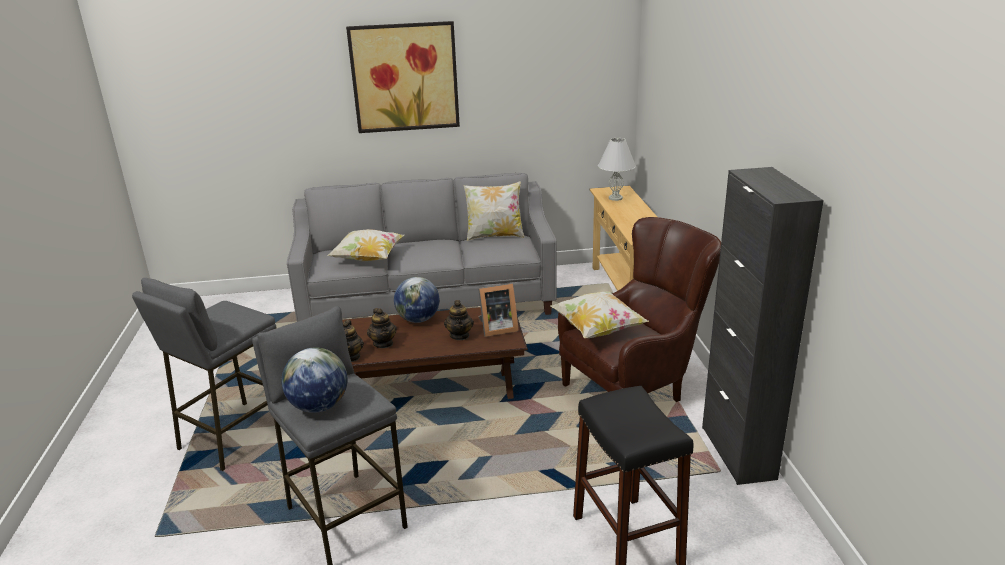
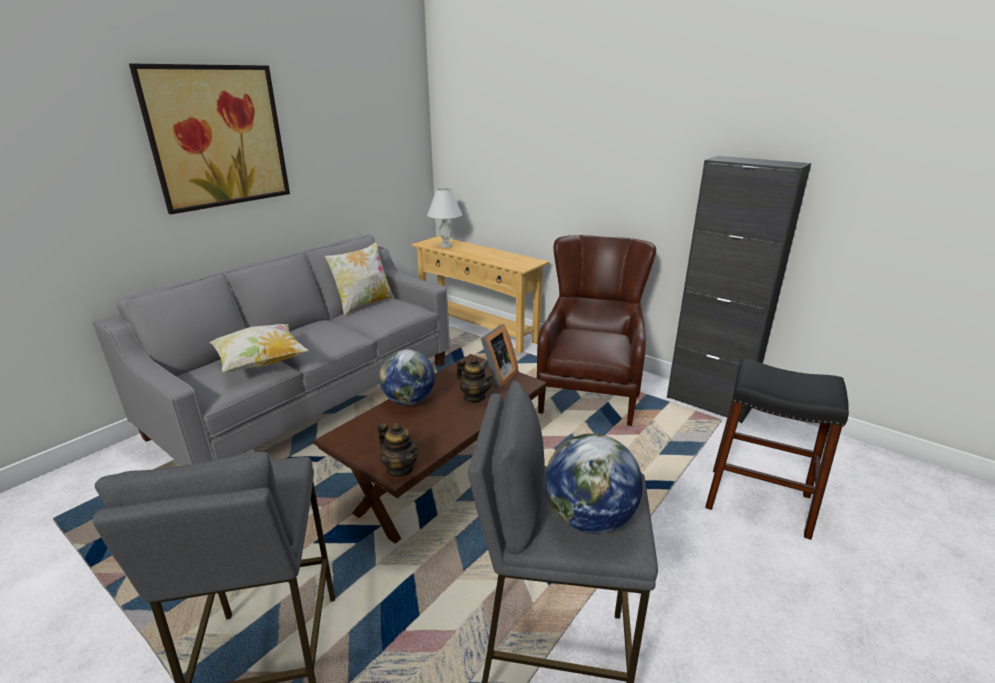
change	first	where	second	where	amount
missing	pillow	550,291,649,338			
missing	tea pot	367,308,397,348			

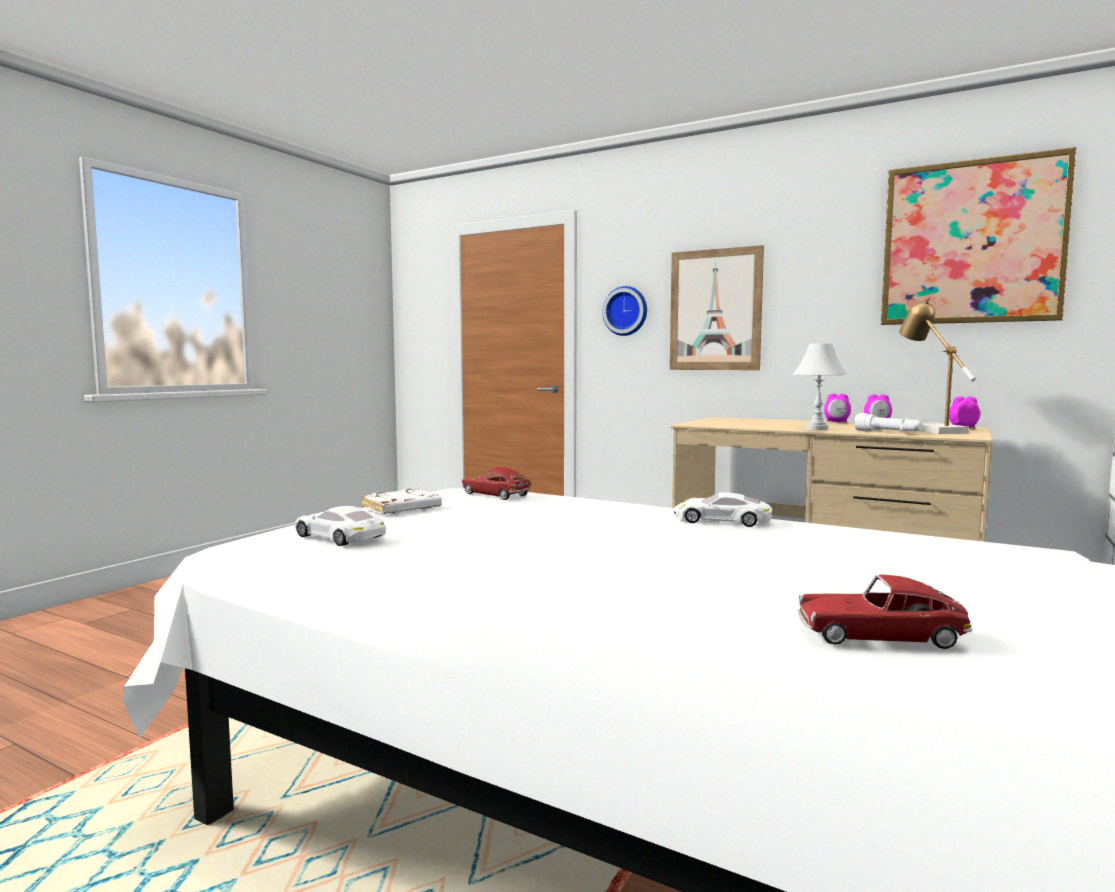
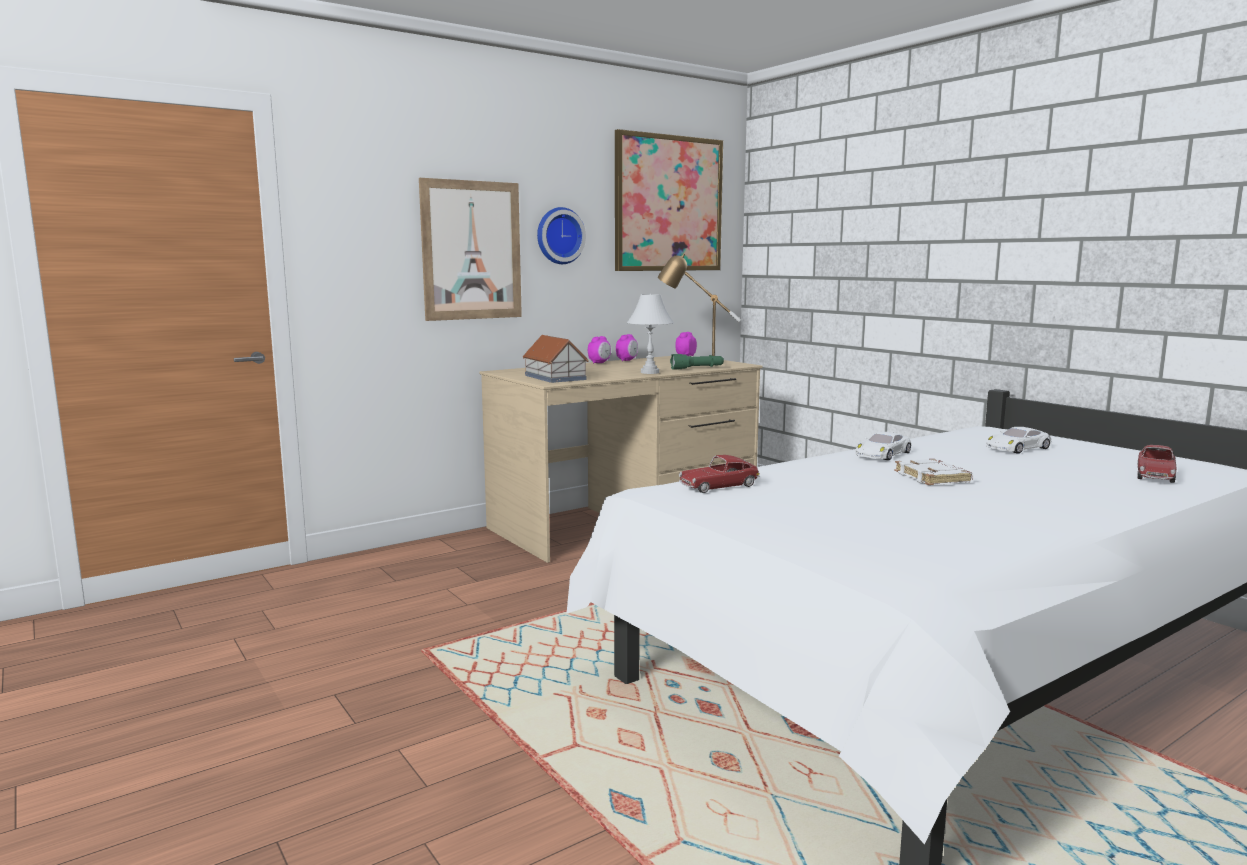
change	first	where	second	where	amount
relocated	wall clock	602,286,647,336		537,207,586,264	
colour	torch in white-coloured	854,413,922,432	torch in green-coloured	670,354,724,370	
relocated	bound book in white-coloured	361,489,442,514		894,459,973,485	
relocated	miniature car in white-coloured	295,506,386,546		986,427,1051,454	
appeared			model house	523,335,588,383	

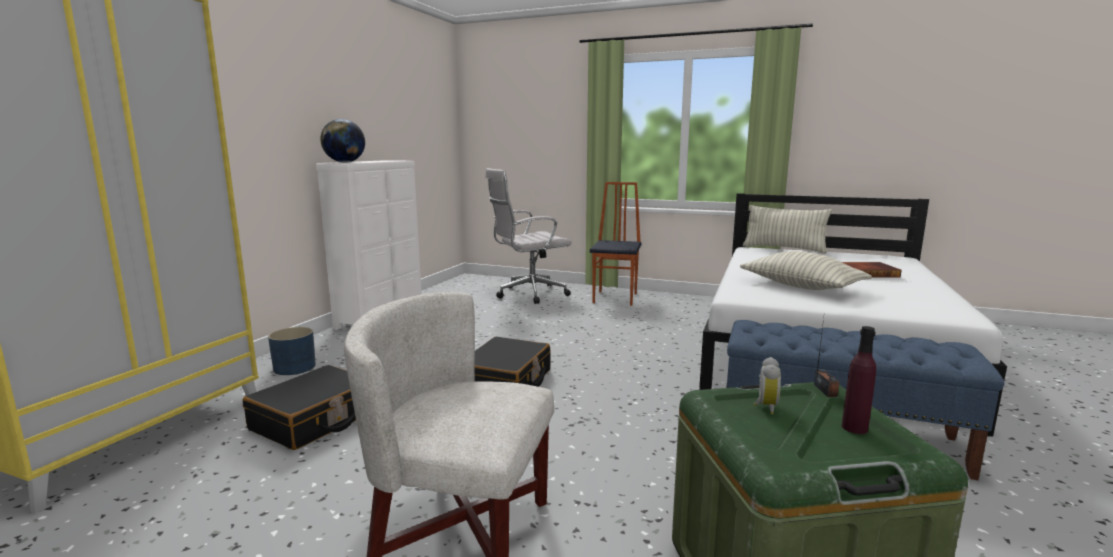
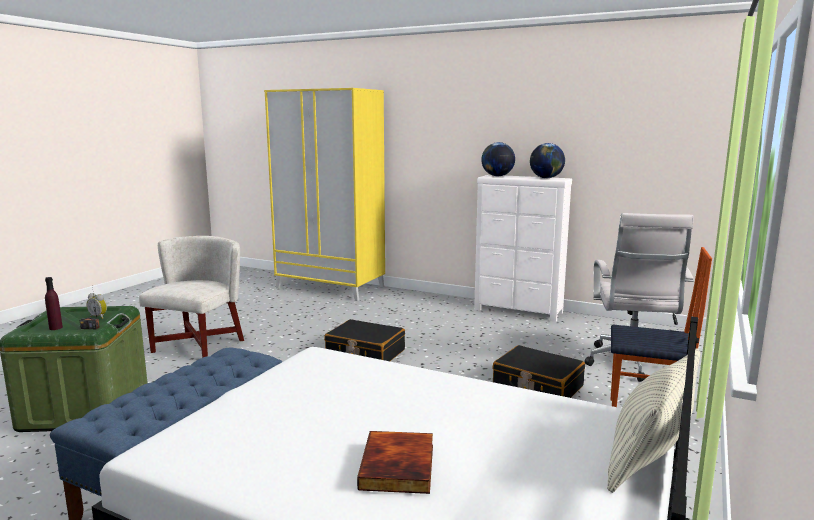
change	first	where	second	where	amount
spun	computer chair in white-coloured	485,168,572,304		585,213,694,382	150 degrees counterclockwise
missing	pillow	740,251,872,290			
missing	plant pot in blue	268,327,316,375			
relocated	piece of luggage in black-coloured	243,365,356,450		493,345,585,398	
appeared			globe	530,143,565,178	

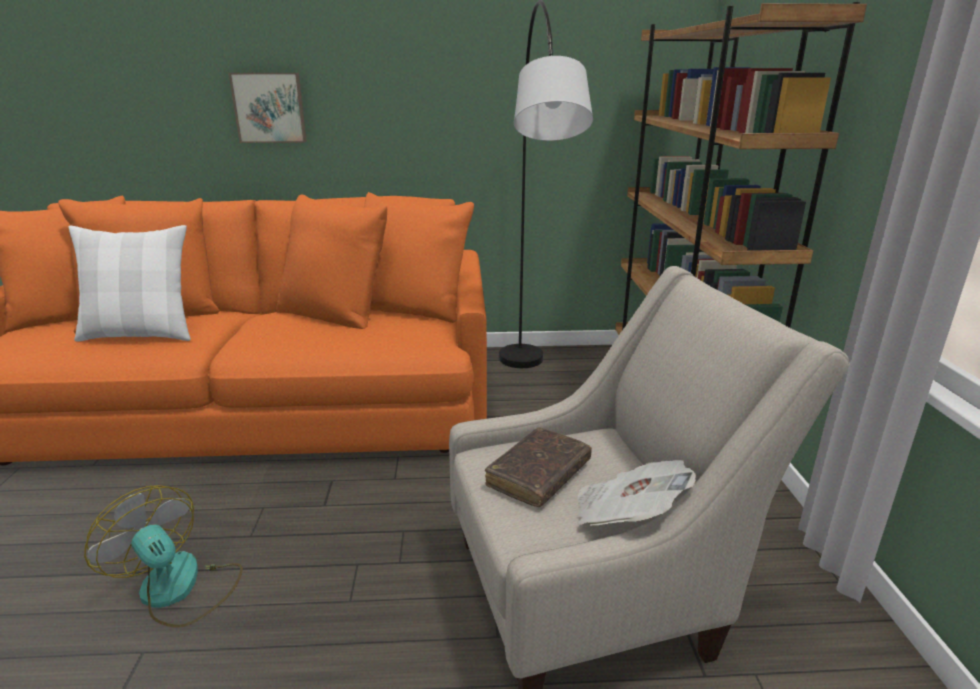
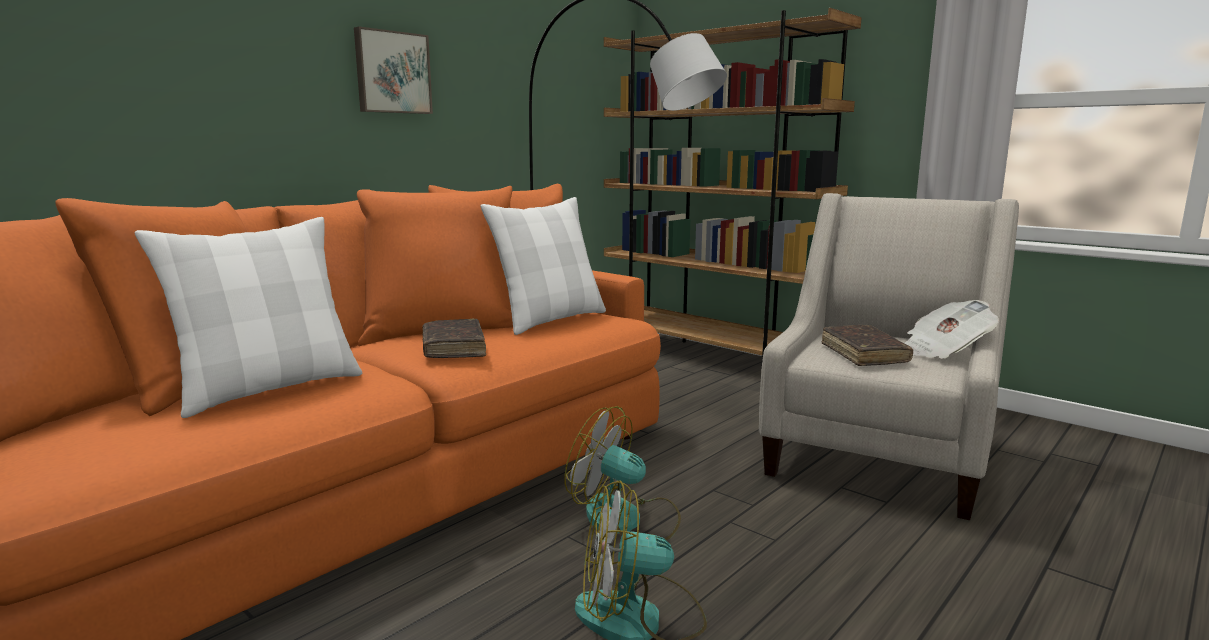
change	first	where	second	where	amount
relocated	wall picture	229,73,307,143		354,26,433,114	
appeared			pillow in white-coloured	480,197,606,335	
appeared			bound book in brown	422,318,486,358	
appeared			fan	564,406,681,541	

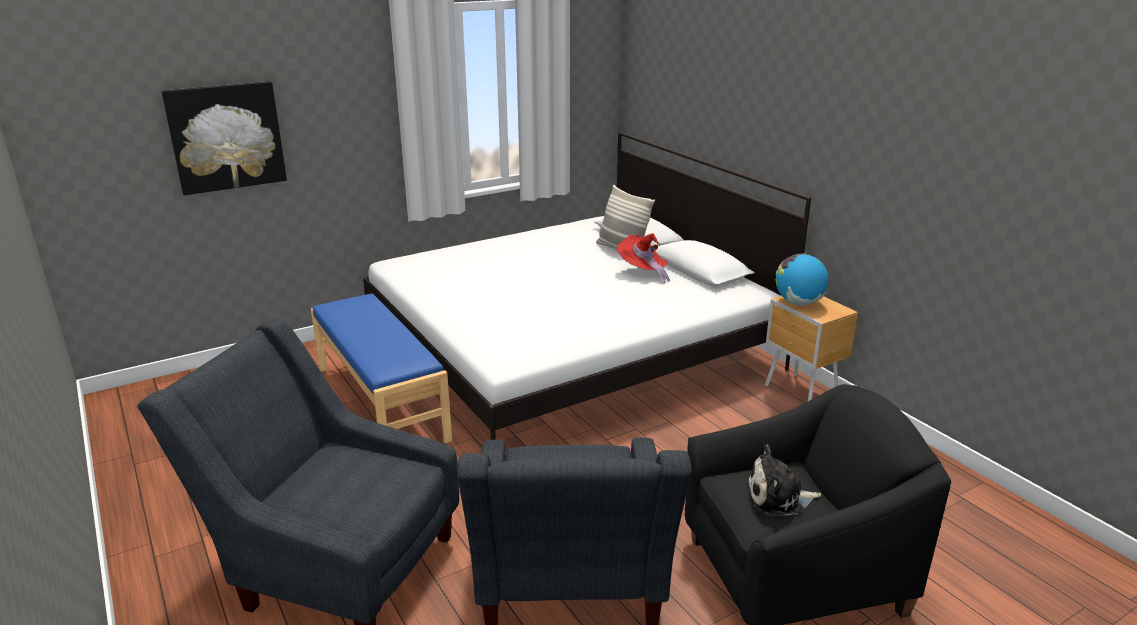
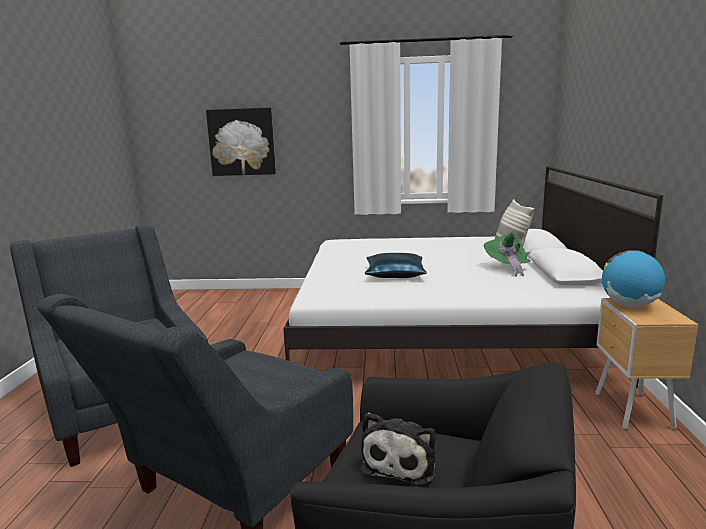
change	first	where	second	where	amount
colour	wearable hat in red-coloured	617,233,670,283	wearable hat in green-coloured	484,231,531,277	
missing	long seat in blue	311,294,452,443			
spun	cuddly toy	746,444,821,516		361,412,436,486	105 degrees counterclockwise
appeared			pillow in blue	365,253,427,278	

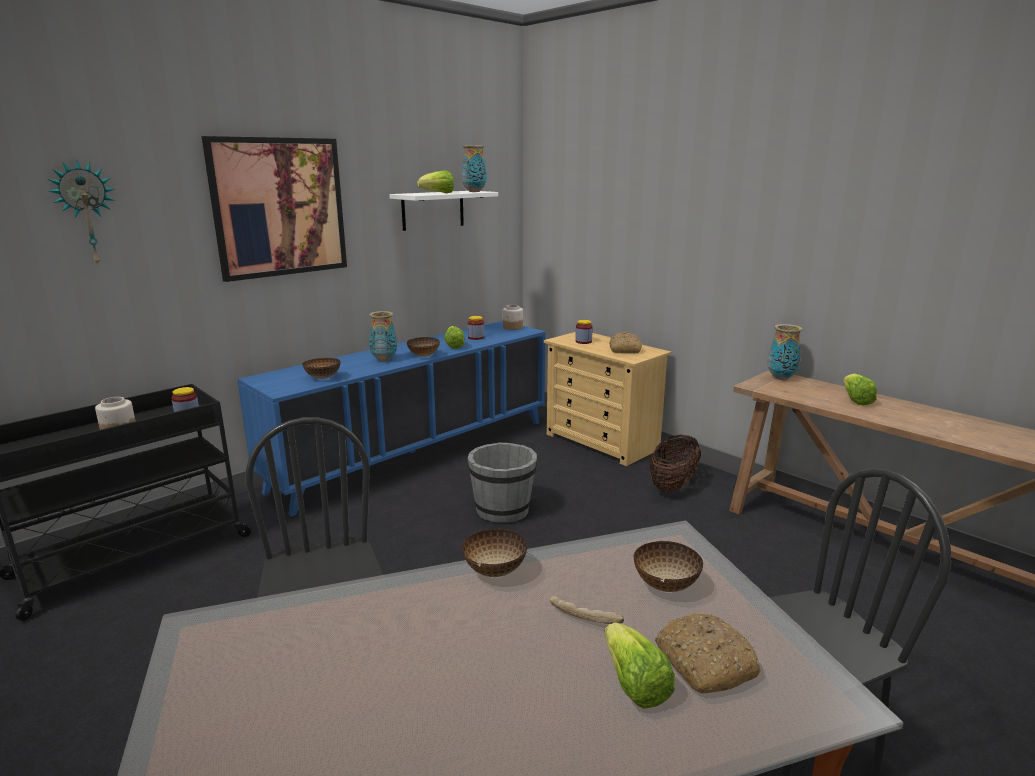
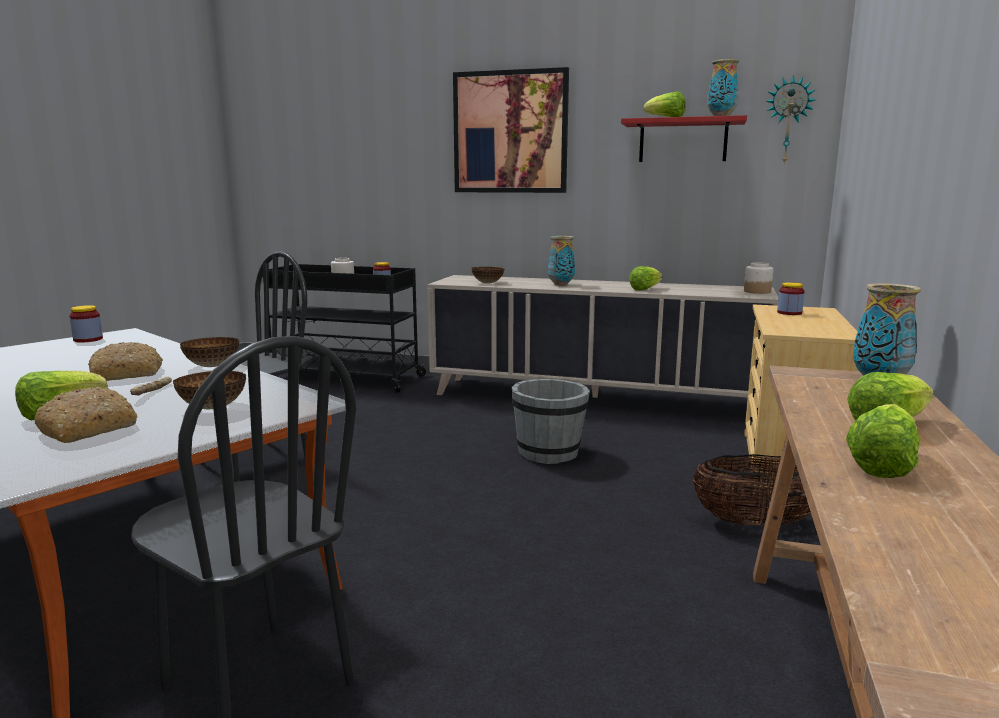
change	first	where	second	where	amount
relocated	wall clock	48,159,115,266		766,75,816,165	
colour	shelf in white-coloured	389,191,498,231	shelf in red-coloured	621,115,747,162	
relocated	preserve jar	468,316,484,340		69,305,103,343	
colour	cabinet in blue	237,321,545,517	cabinet in beige	427,275,779,398	
relocated	bakery bread	609,332,642,353		89,342,163,381	
missing	serving bowl	407,337,440,357			
appeared			lettuce	846,404,920,478	

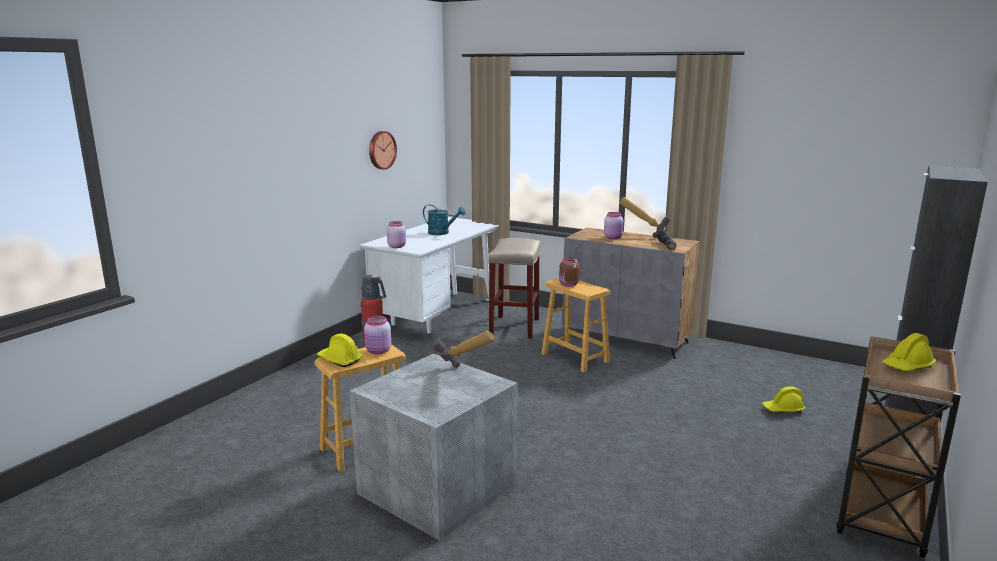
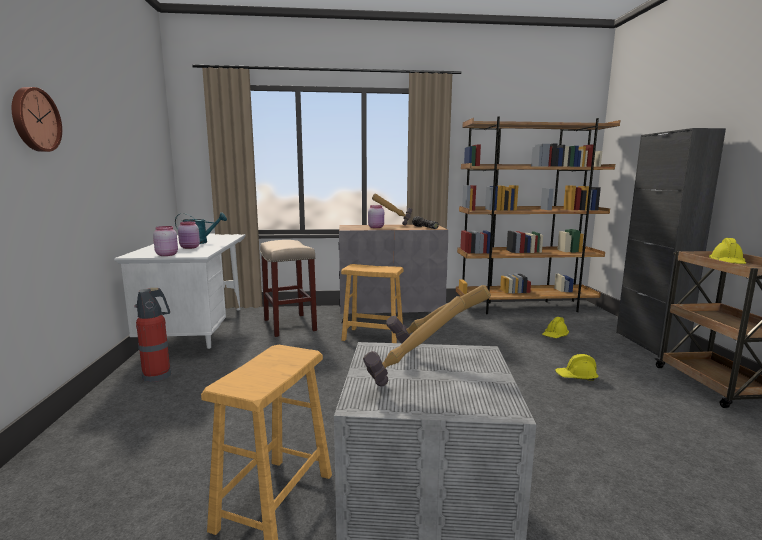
change	first	where	second	where	amount
relocated	wall clock	369,131,397,170		12,87,62,152	
missing	preserve jar in brown	559,258,580,287			
relocated	preserve jar in pinkish	364,316,391,354		178,221,200,249	
relocated	work helmet in yellow	317,334,363,367		555,354,598,381	
appeared			shelving unit in brown	456,116,620,314	
appeared			hand hammer	363,296,465,386	

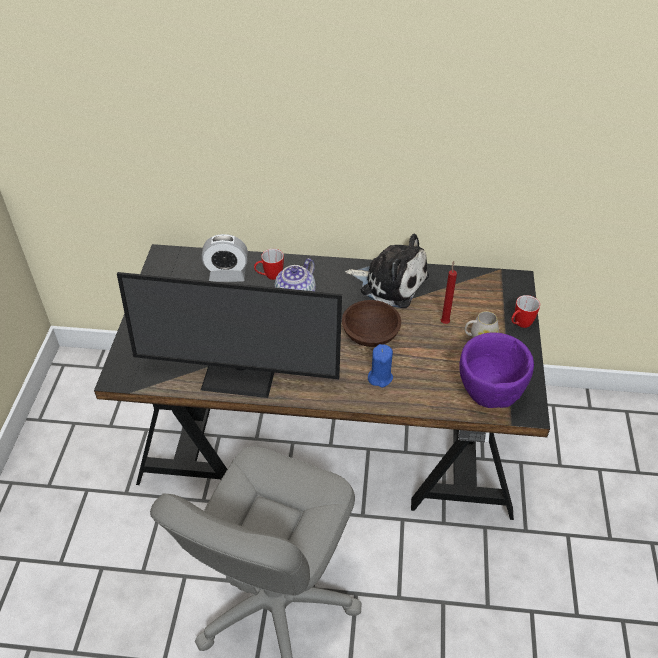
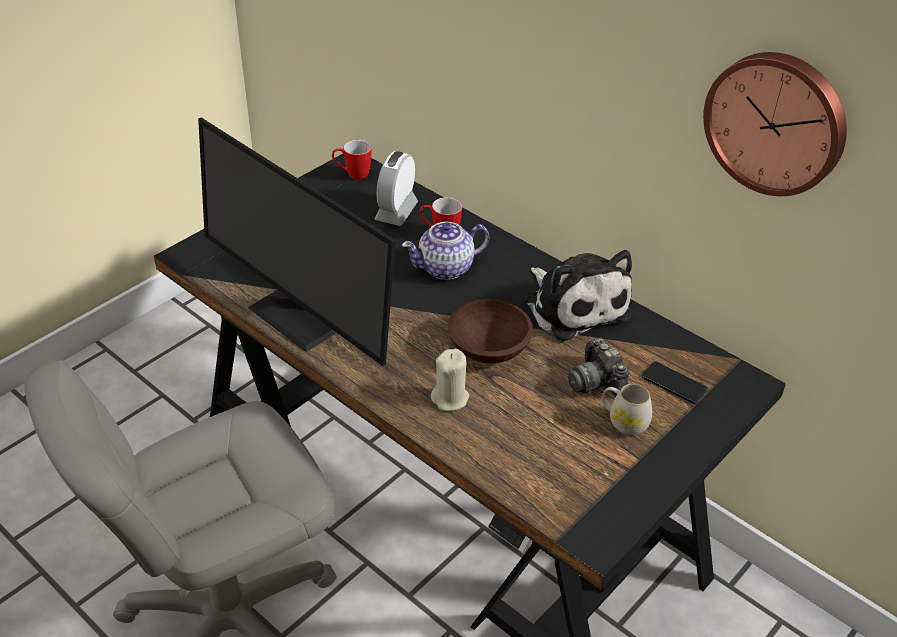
change	first	where	second	where	amount
spun	bedside clock	202,234,248,282		374,151,418,226	75 degrees clockwise
exchanged	wax candle in red-coloured	441,261,457,324	photo camera	568,338,629,397	
relocated	coffee mug	511,295,540,328		332,140,372,180	
missing	serving bowl in purple-coloured	459,332,534,408			
colour	wax candle in blue	368,344,393,387	wax candle in beige	431,349,469,411	
appeared			wall clock	703,52,847,196	
appeared			handset	642,361,708,404	

